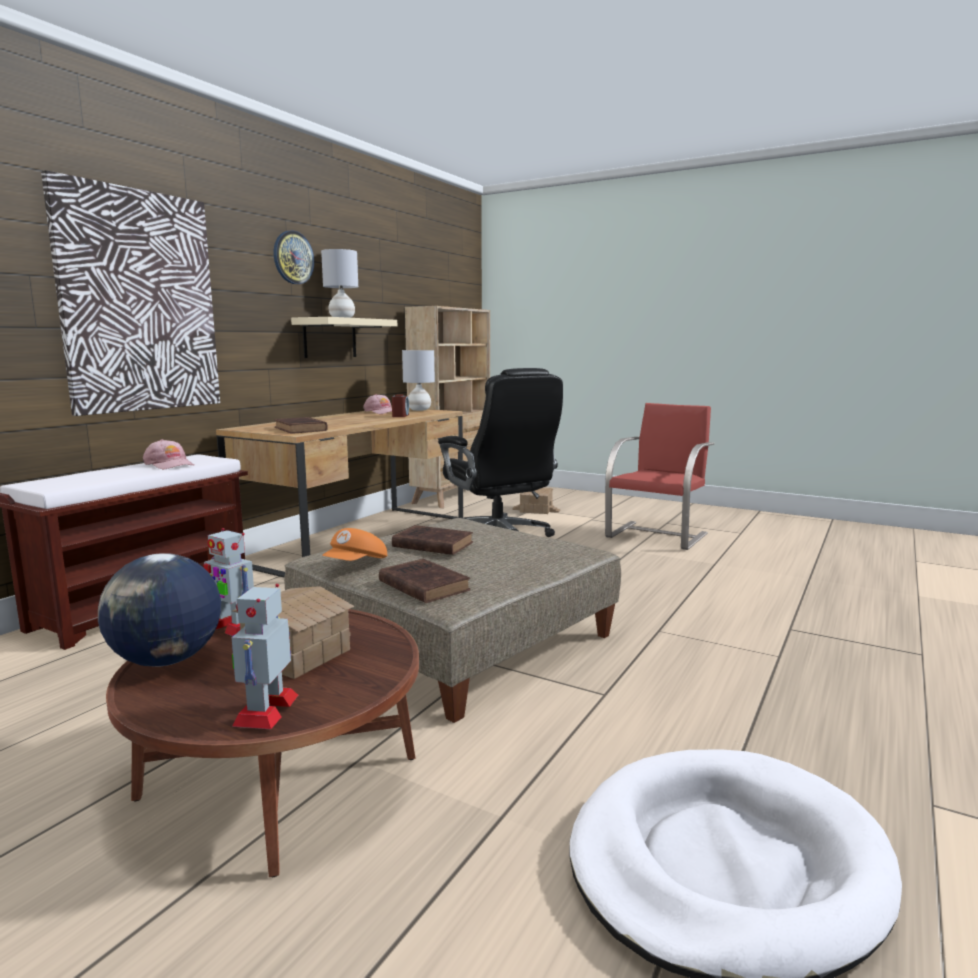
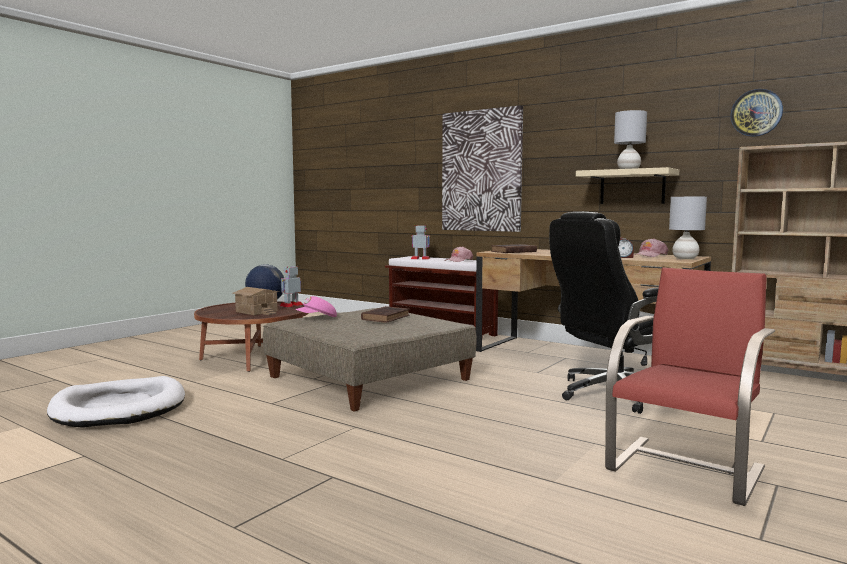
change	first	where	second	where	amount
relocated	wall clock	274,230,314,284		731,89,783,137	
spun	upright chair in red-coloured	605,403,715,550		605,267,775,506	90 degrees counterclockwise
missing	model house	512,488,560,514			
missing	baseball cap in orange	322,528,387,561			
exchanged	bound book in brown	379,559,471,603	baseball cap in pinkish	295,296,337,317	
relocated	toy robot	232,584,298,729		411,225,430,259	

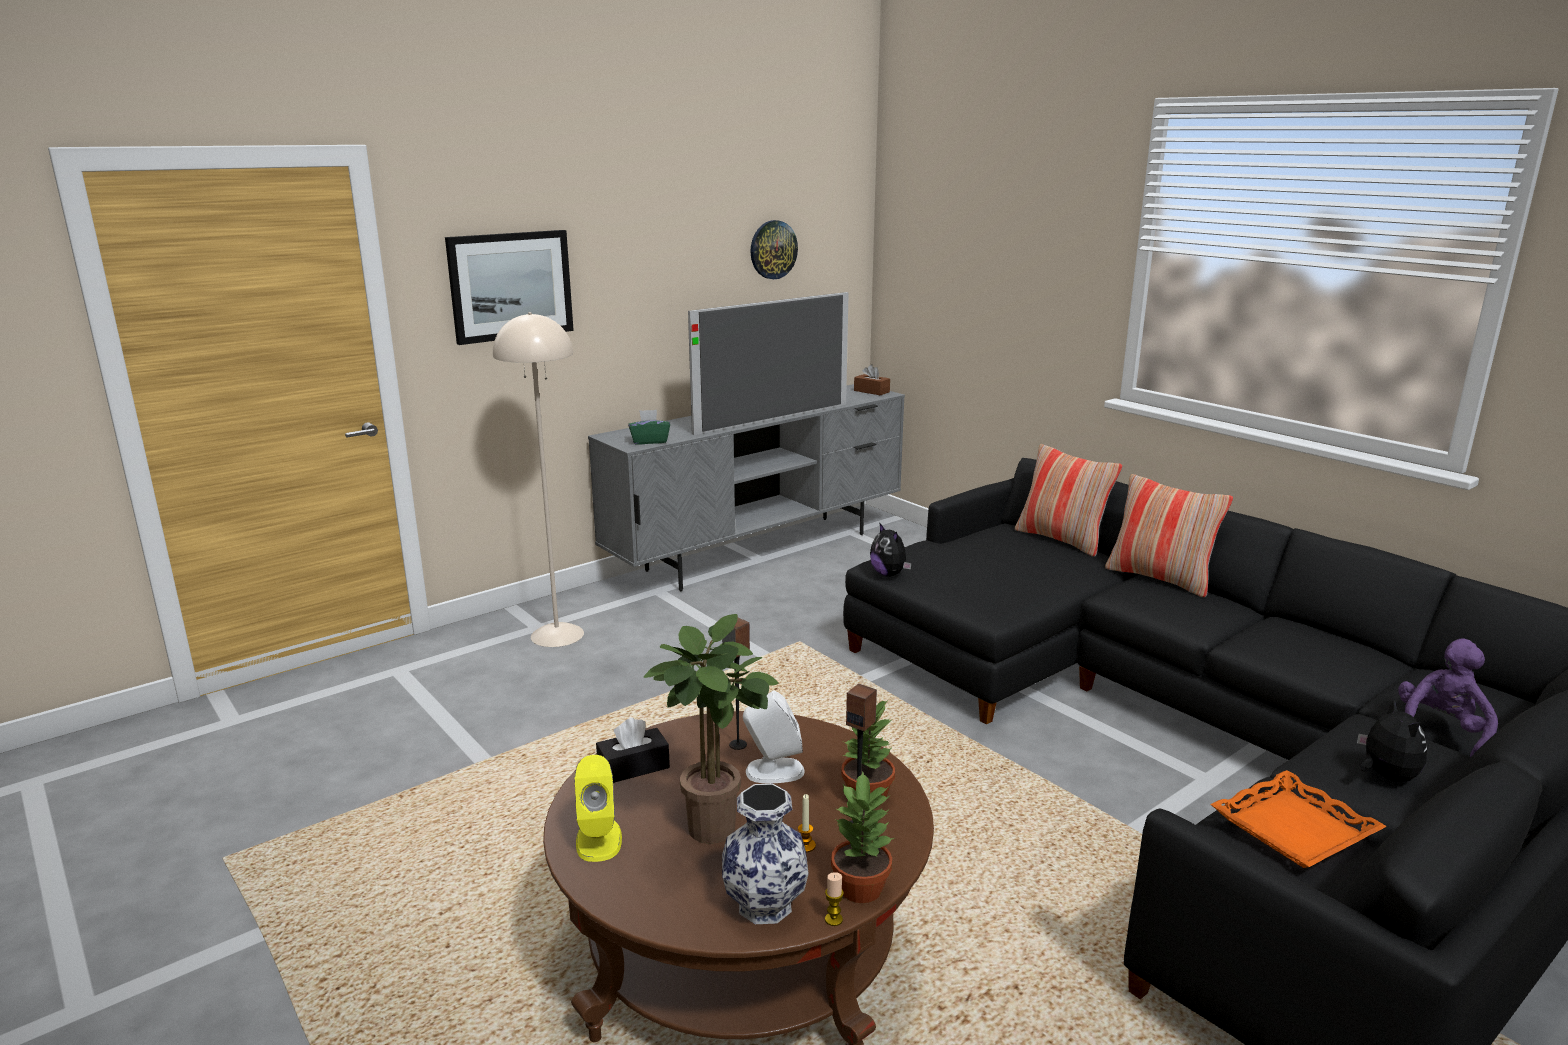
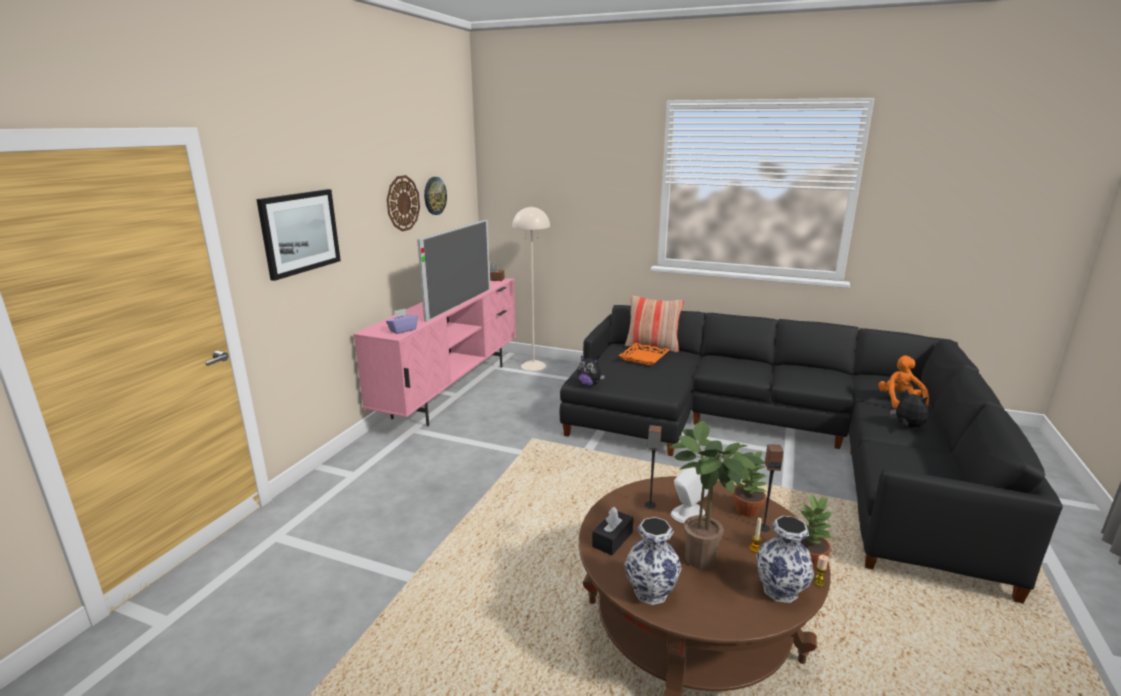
change	first	where	second	where	amount
relocated	floor lamp in beige	493,312,584,647		512,206,550,371	
colour	media console in greyish	588,384,905,591	media console in pinkish	353,278,516,427	
colour	tissue holder in green-coloured	628,410,670,444	tissue holder in purple-coloured	386,309,418,334	
missing	pillow	1105,474,1233,598			
colour	cuddly toy in purple-coloured	1398,638,1498,757	cuddly toy in orange	878,355,929,409	
exchanged	audio speaker in yellow	574,755,622,862	decorative vase	624,517,682,605	
relocated	serving tray in orange	1210,770,1387,868		618,343,670,366	
appeared			wall clock	387,175,420,231	

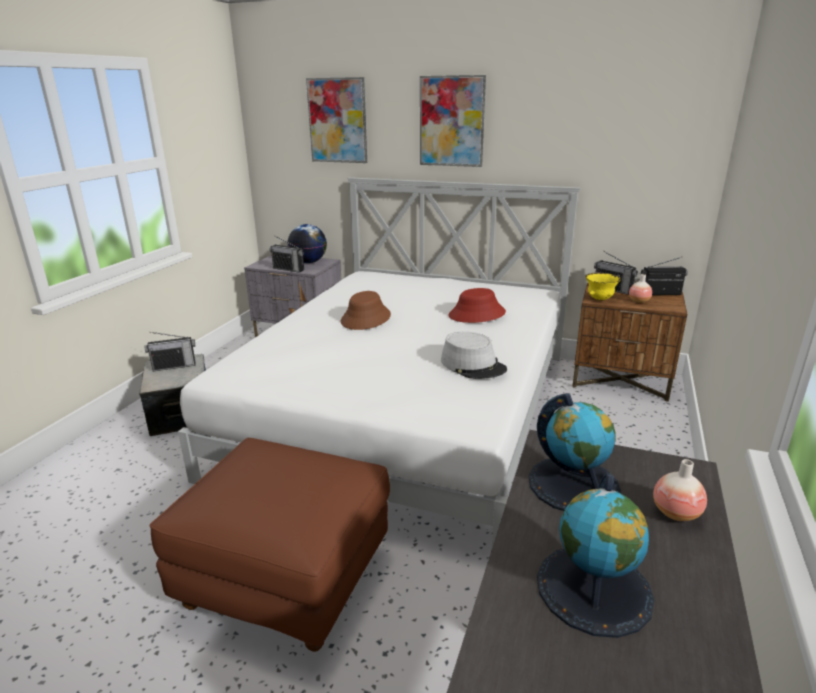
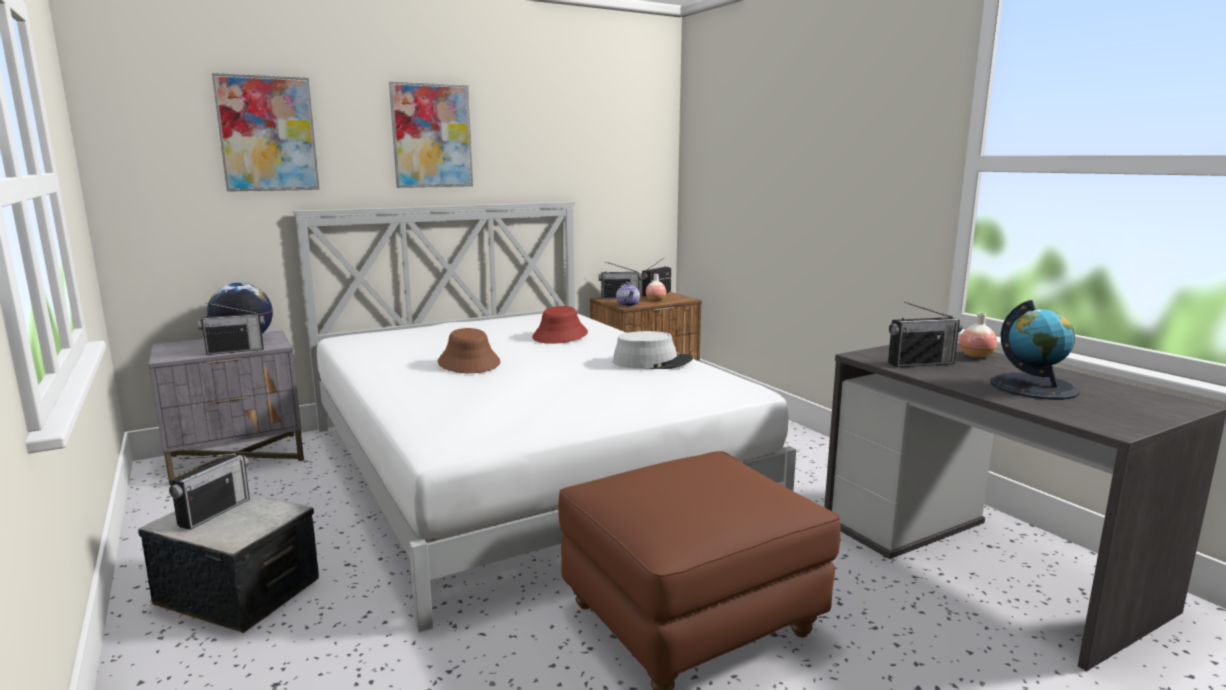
change	first	where	second	where	amount
exchanged	serving bowl in yellow	585,273,621,301	tea pot	616,282,640,306	
exchanged	globe	529,393,621,511	radio set	888,301,963,367	

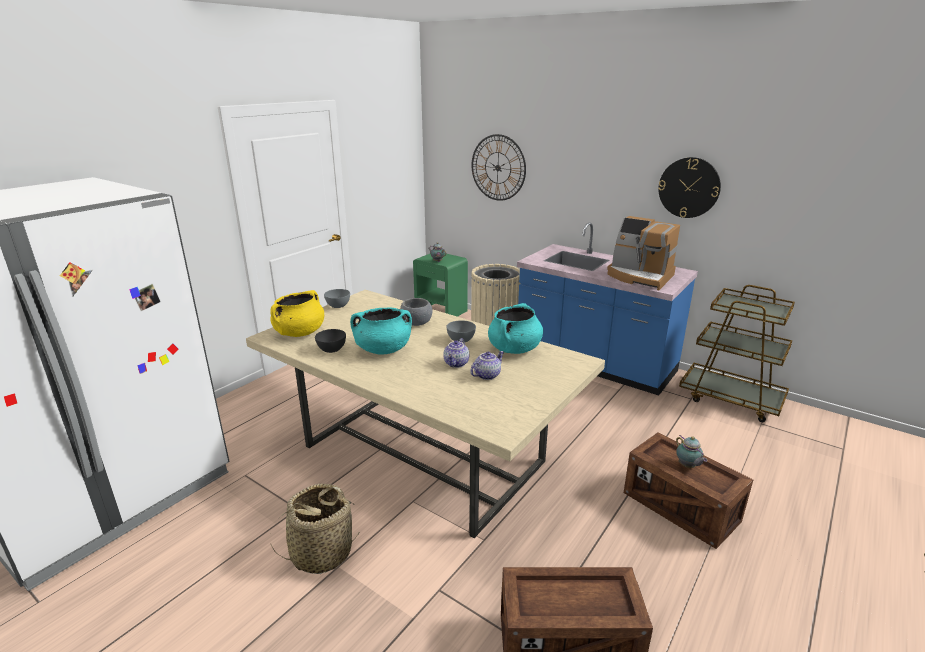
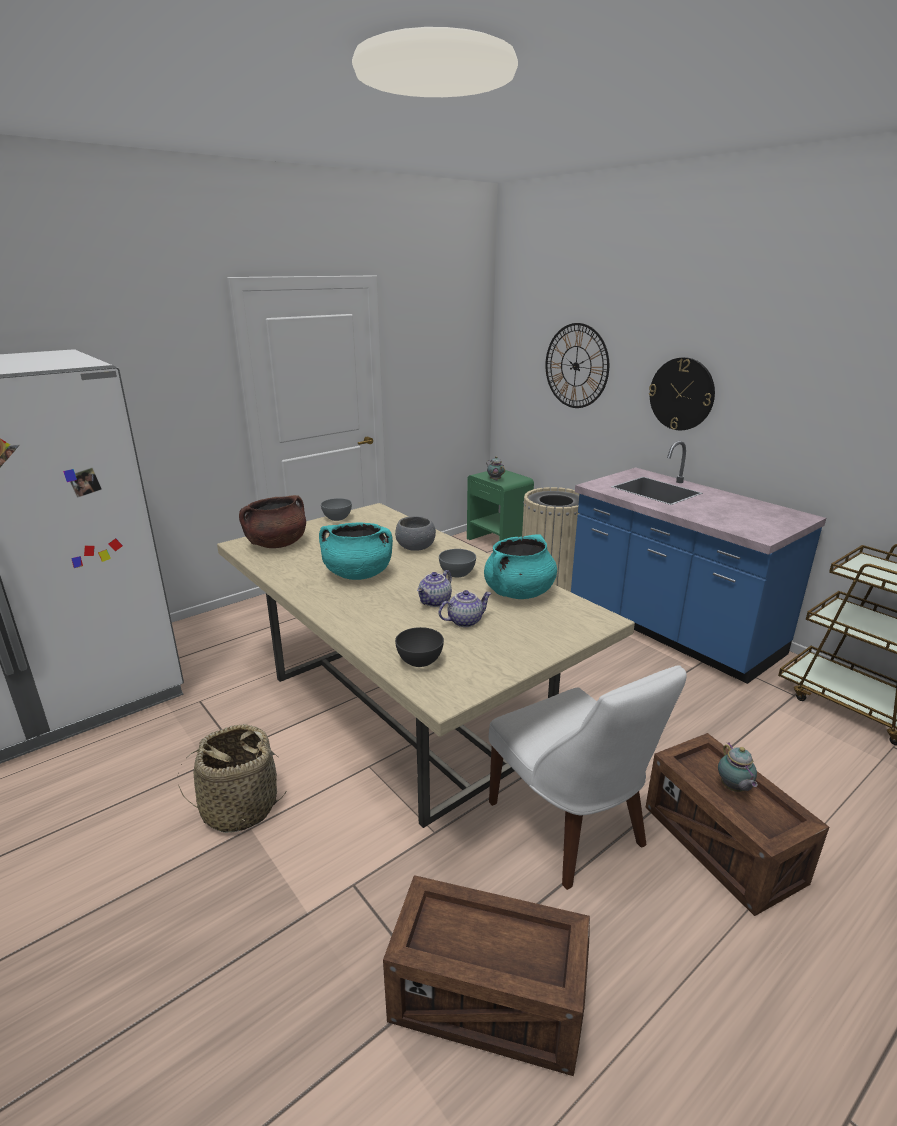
change	first	where	second	where	amount
relocated	wall clock	658,157,721,218		649,357,715,430	
missing	coffee maker	607,216,680,290			
colour	stockpot in yellow	270,290,324,337	stockpot in brown	239,495,306,548	
relocated	serving bowl in greyish	315,329,346,353		395,627,444,667	
appeared			upright chair in white-coloured	489,665,687,890	

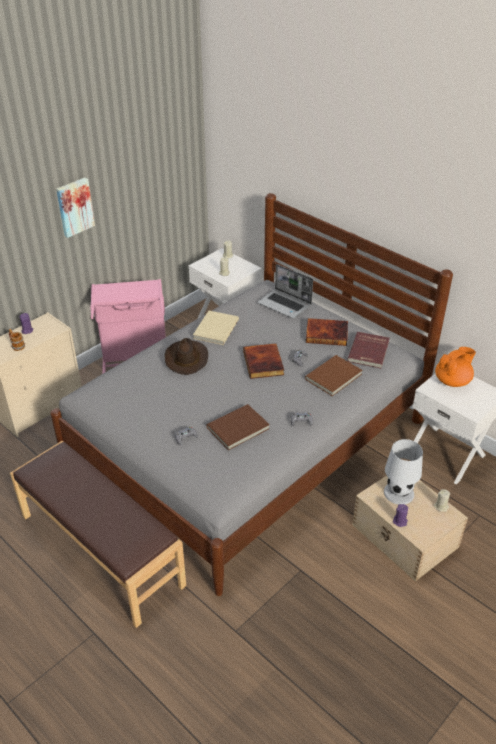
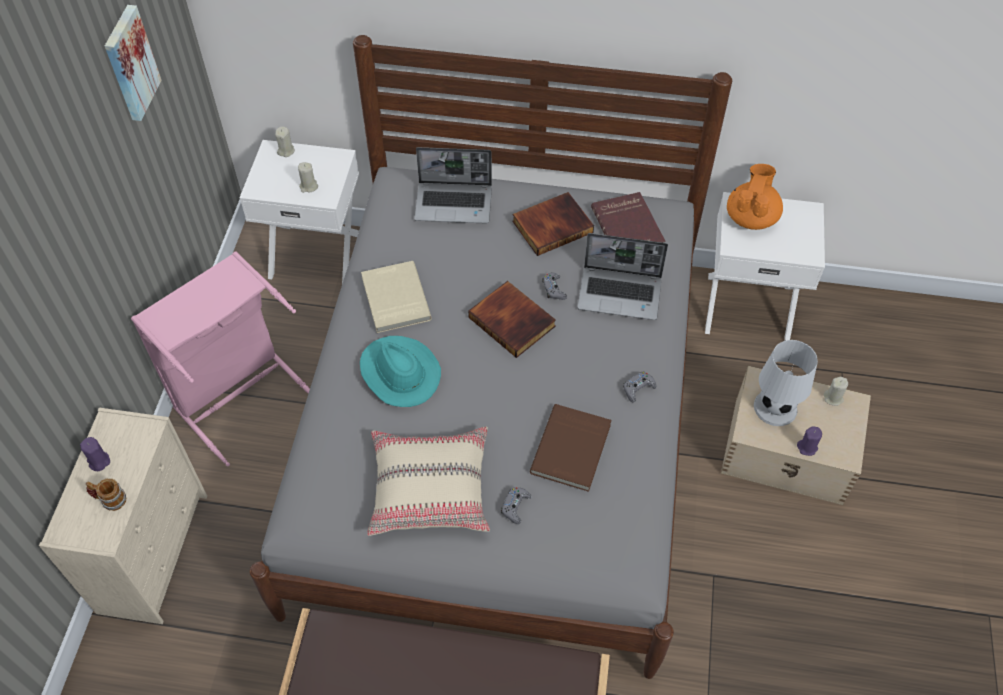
change	first	where	second	where	amount
relocated	wall picture	56,178,95,238		105,5,162,121	
colour	wearable hat in brown	165,338,208,375	wearable hat in blue-green	360,336,441,407	
exchanged	bound book in brown	305,355,362,396	portable computer	577,233,668,320	
appeared			pillow in beige	367,427,490,536	

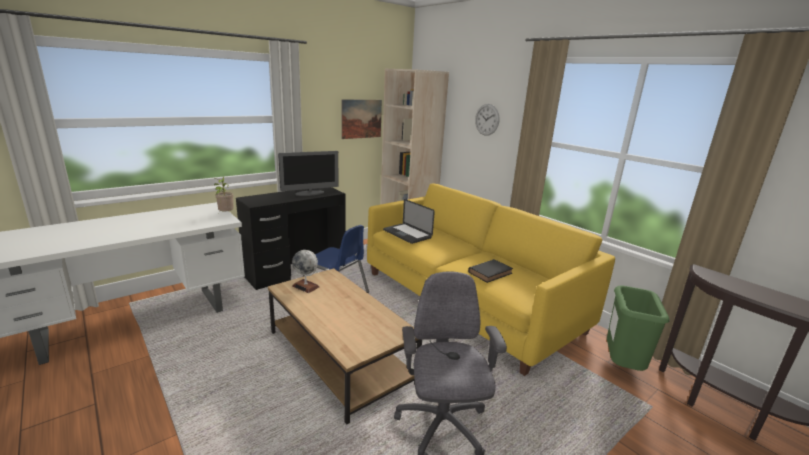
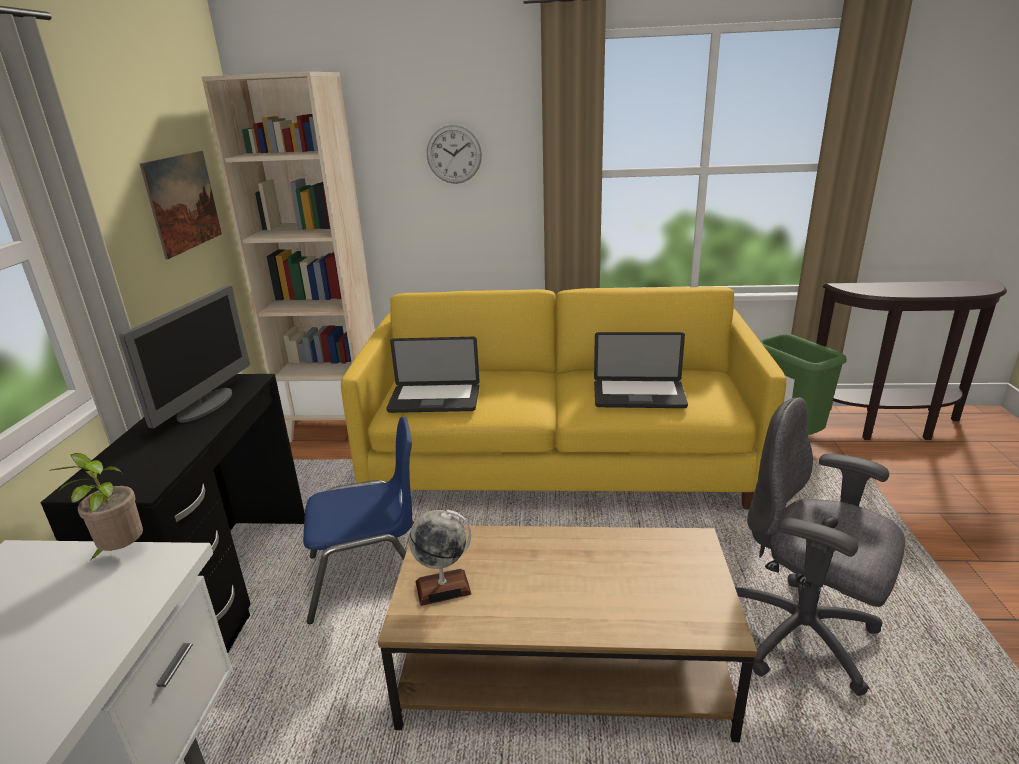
change	first	where	second	where	amount
exchanged	bound book in black-coloured	468,259,513,283	portable computer	594,332,688,408	

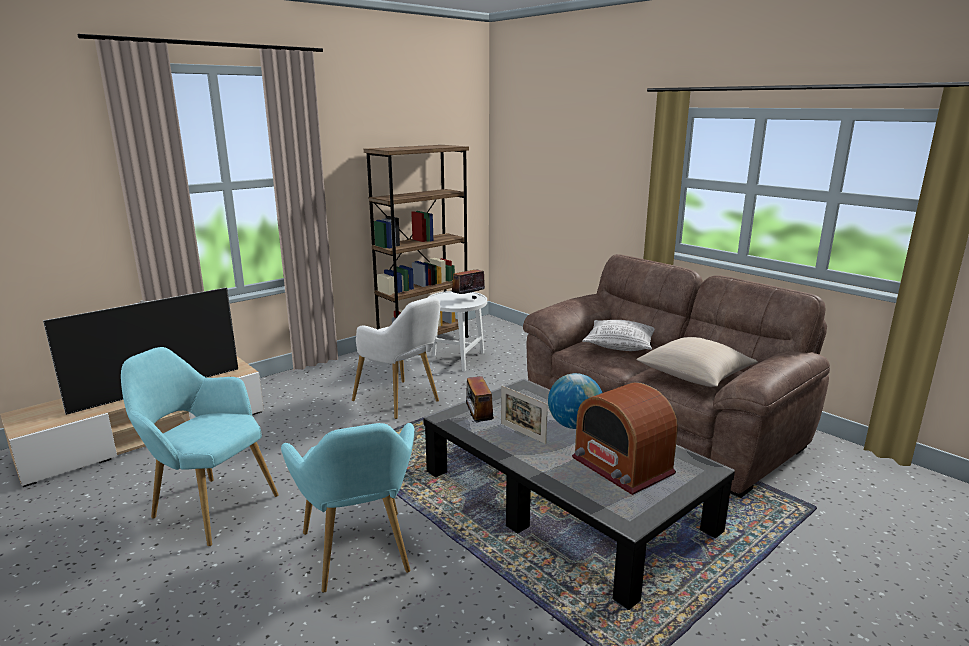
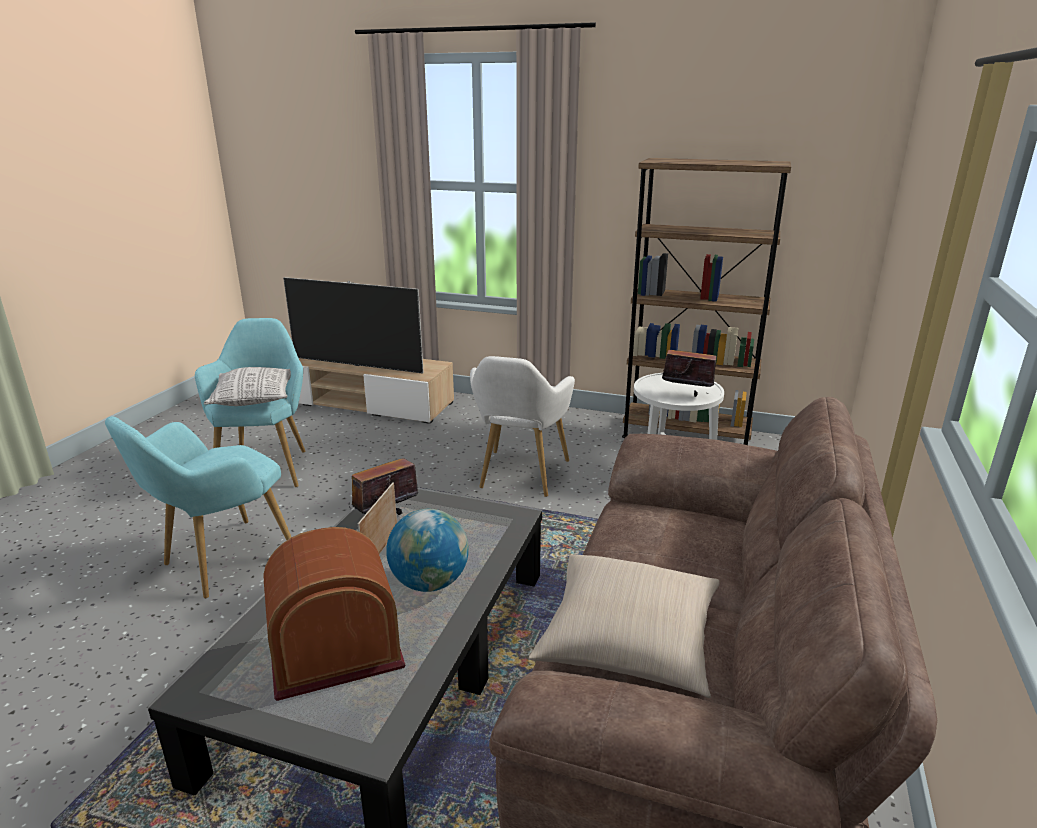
change	first	where	second	where	amount
relocated	pillow	583,320,655,351		204,367,291,406	
spun	radio set	572,382,678,495		263,527,405,701	45 degrees clockwise

